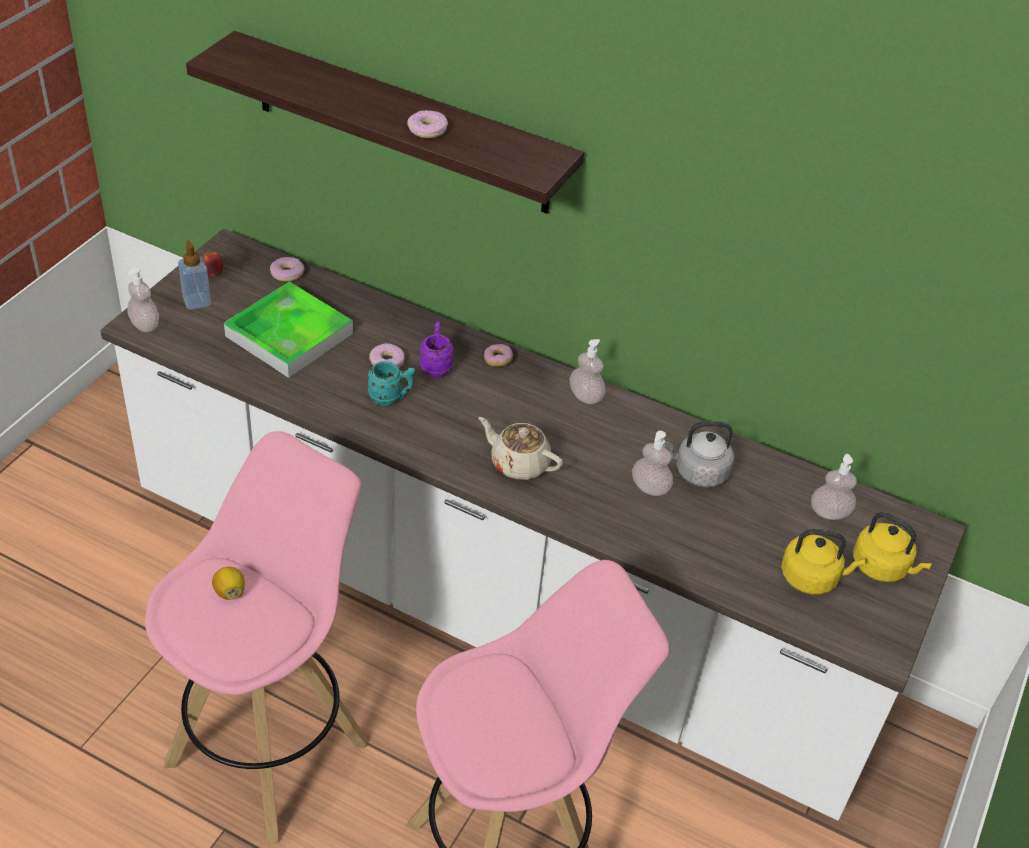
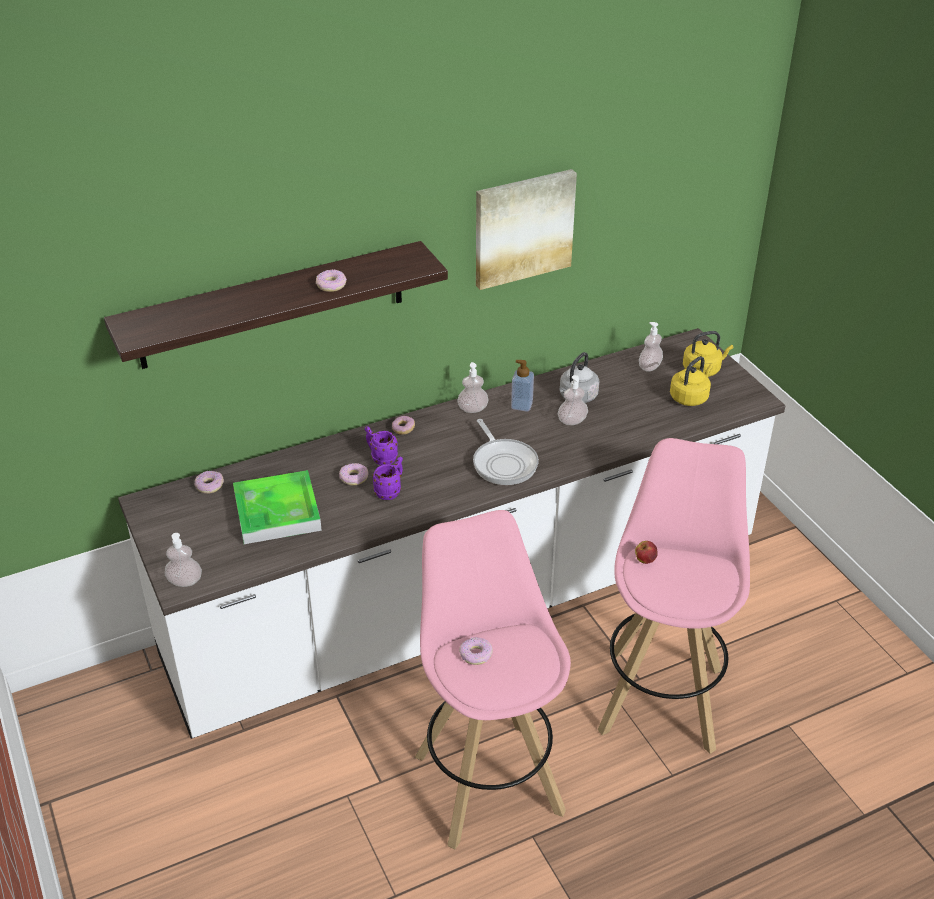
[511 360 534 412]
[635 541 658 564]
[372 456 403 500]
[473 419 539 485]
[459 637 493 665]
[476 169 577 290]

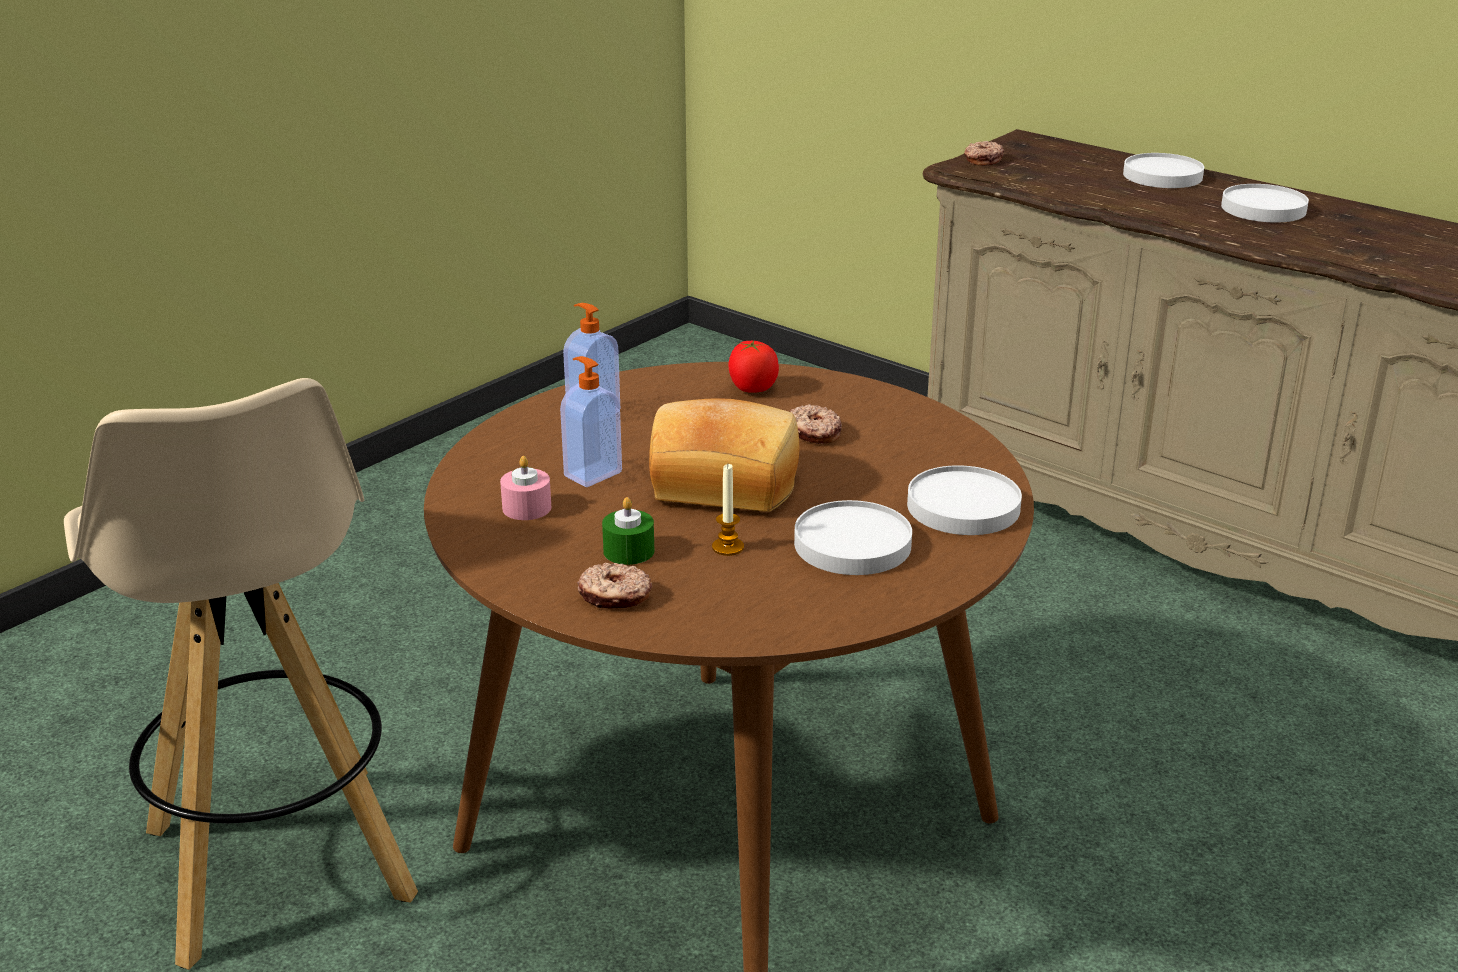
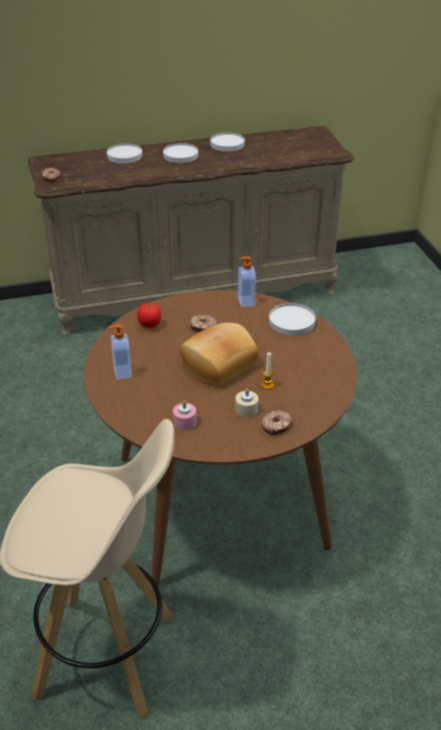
[238 256 256 307]
[235 388 259 417]
[210 133 245 152]

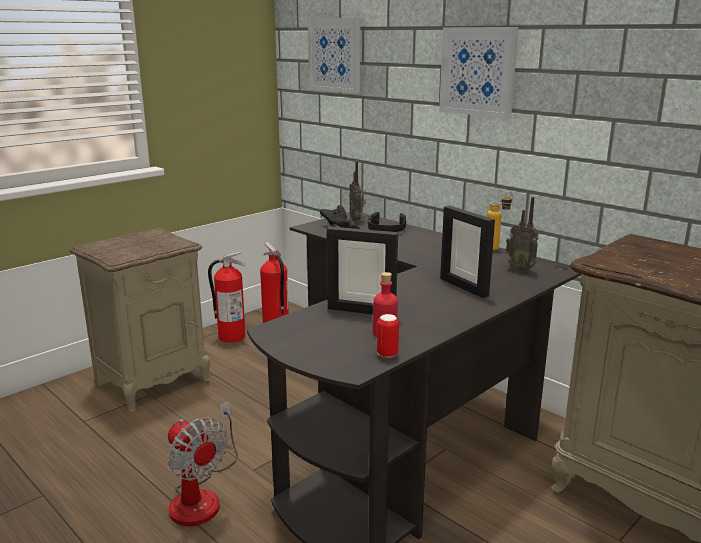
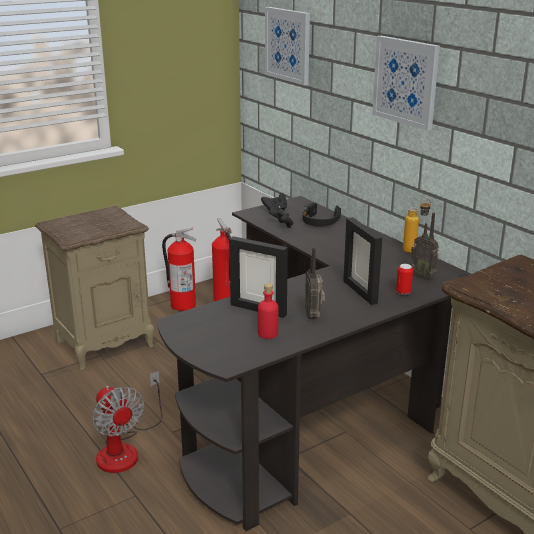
[305 247 325 319]
[396 264 413 295]

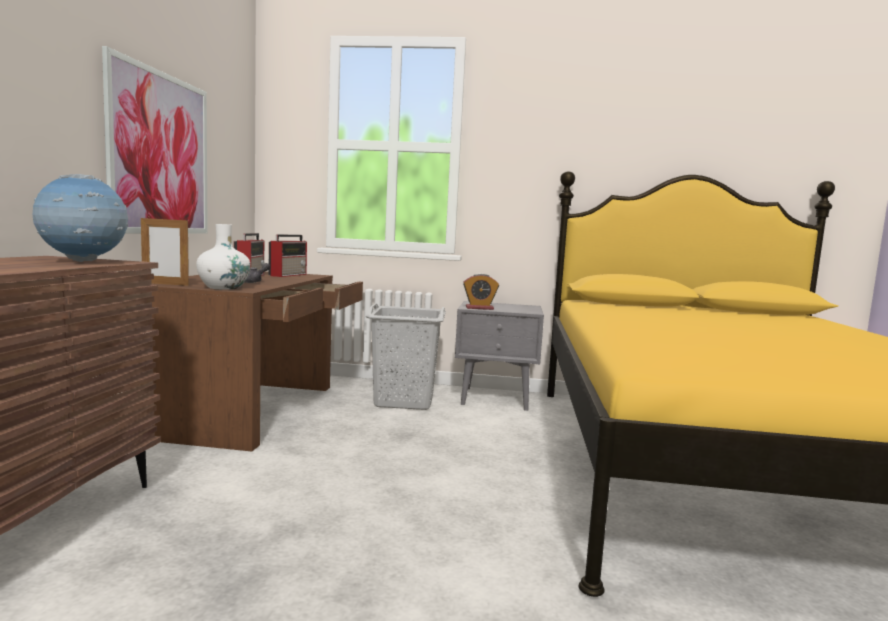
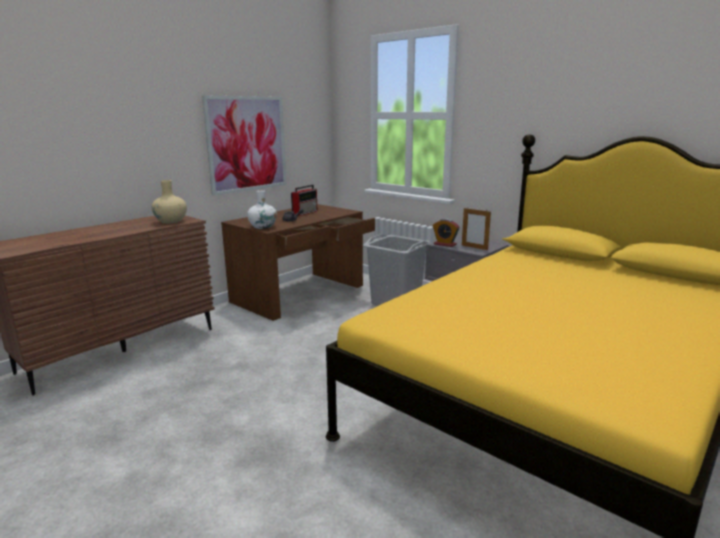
[152 180 187 224]
[462 207 491 250]
[269 234 307 277] (first image)

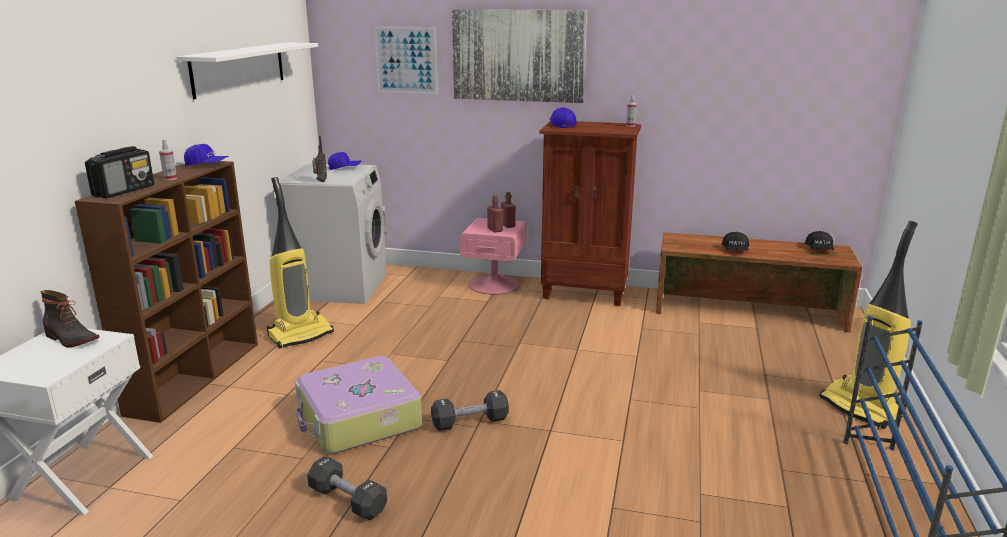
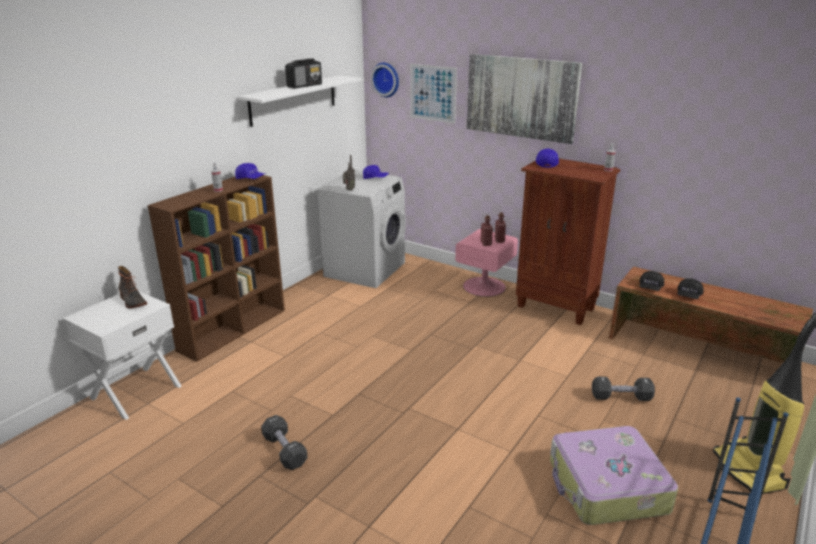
[285 58 322 89]
[267 177 334 349] (first image)
[639 271 664 291]
[550 426 678 525]
[592 376 655 401]
[371 63 399 97]

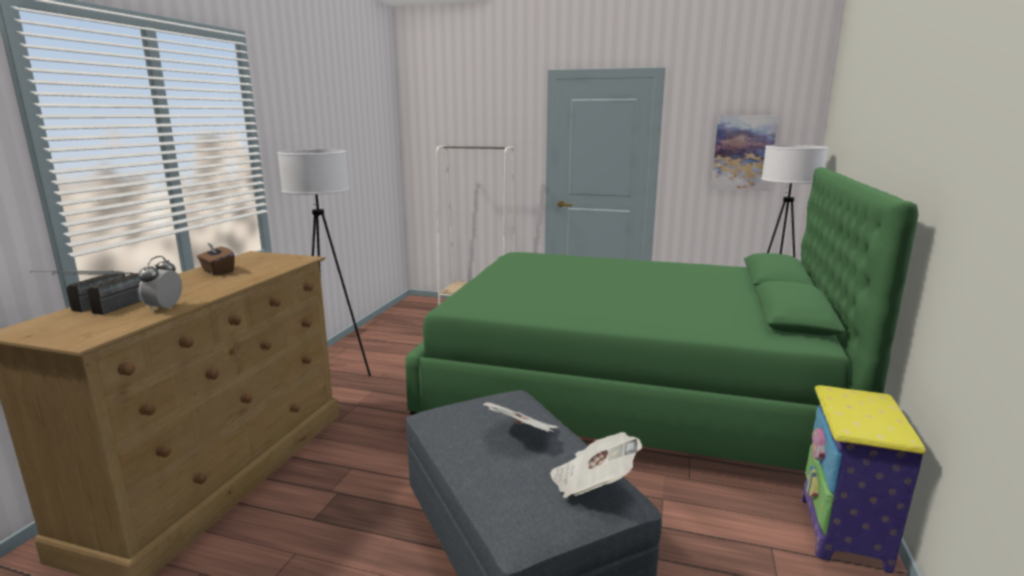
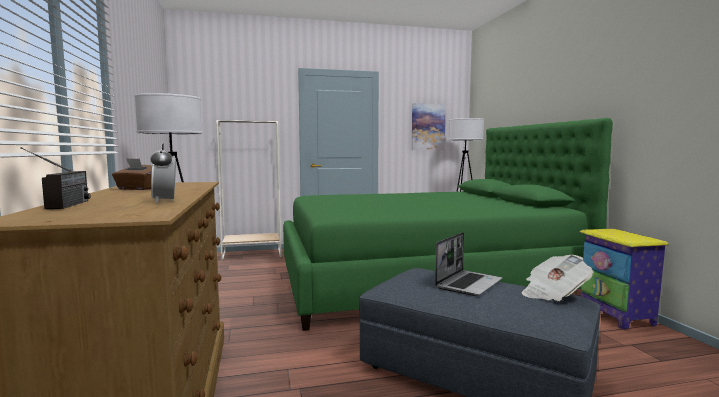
[52 272 142 315] (first image)
[435 232 502 296]

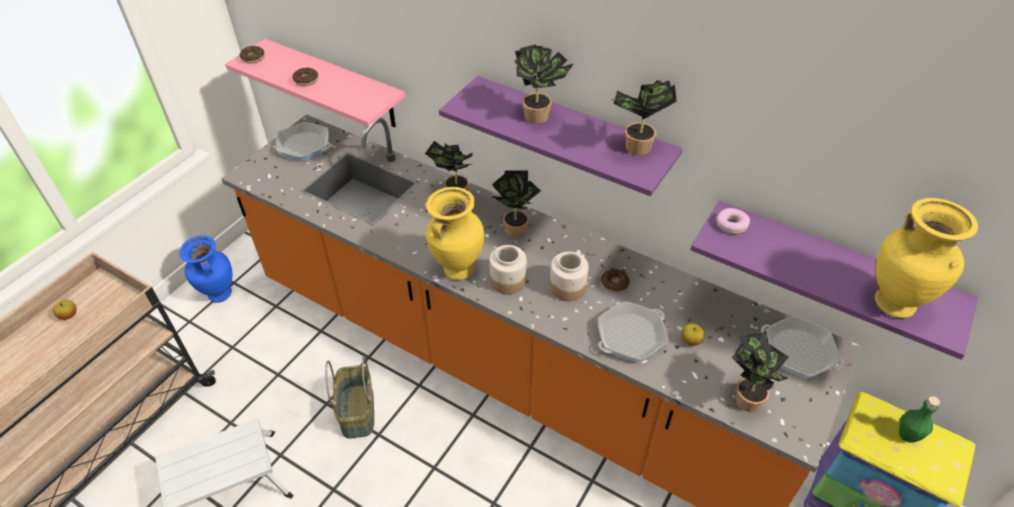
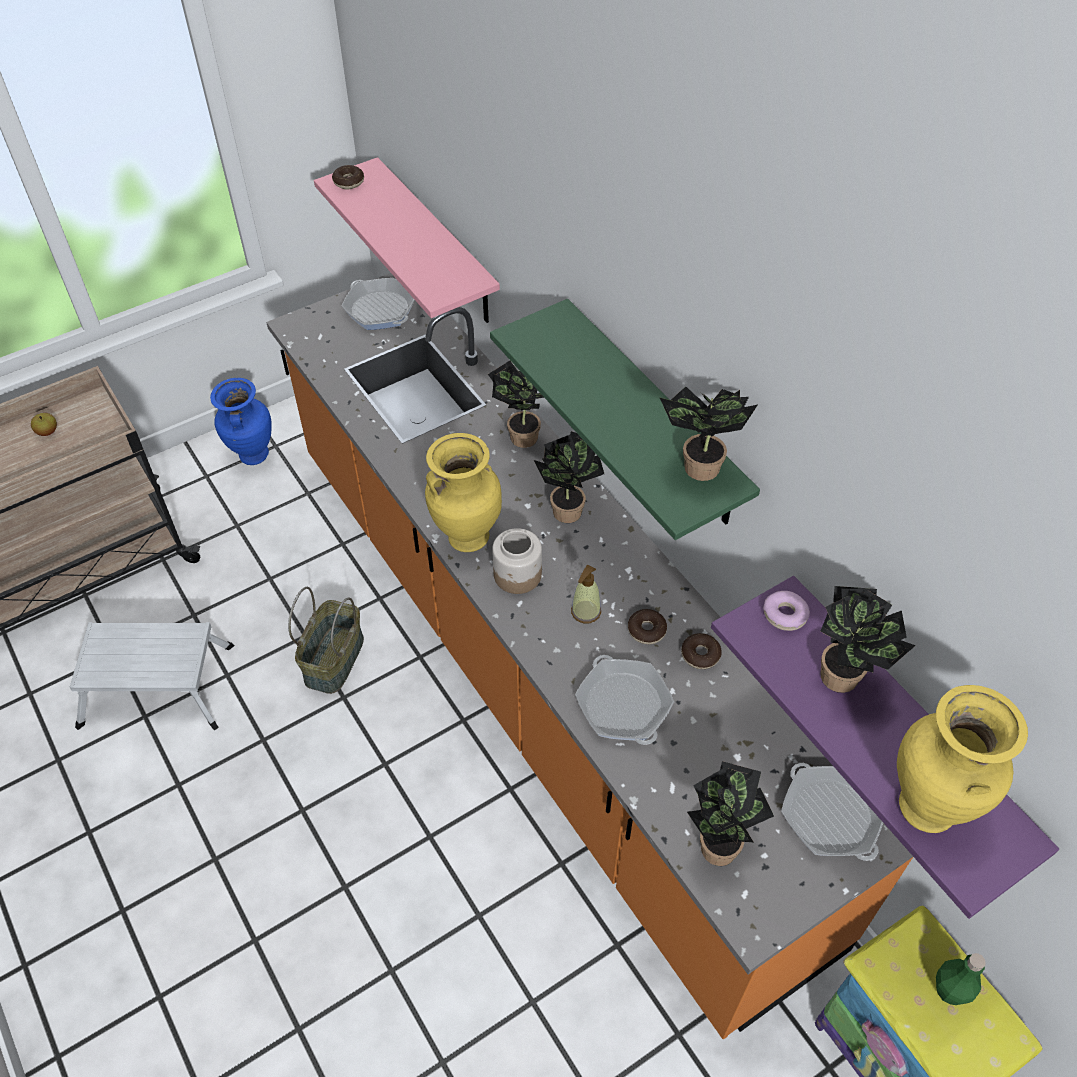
[820 586 916 693]
[681 633 722 669]
[490 299 760 540]
[571 565 601 623]
[575 655 674 745]
[681 323 705 346] (first image)

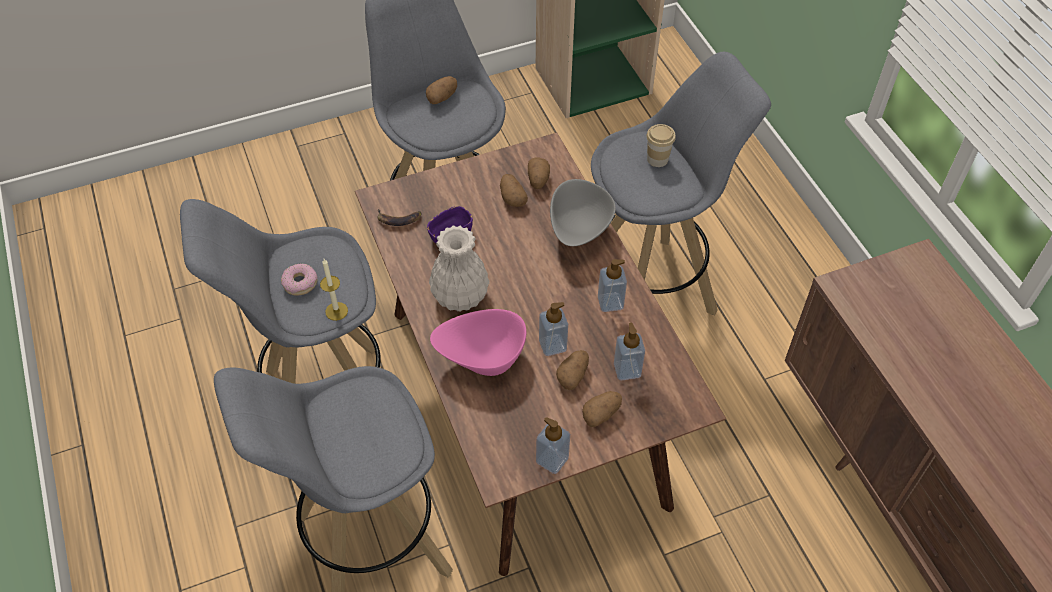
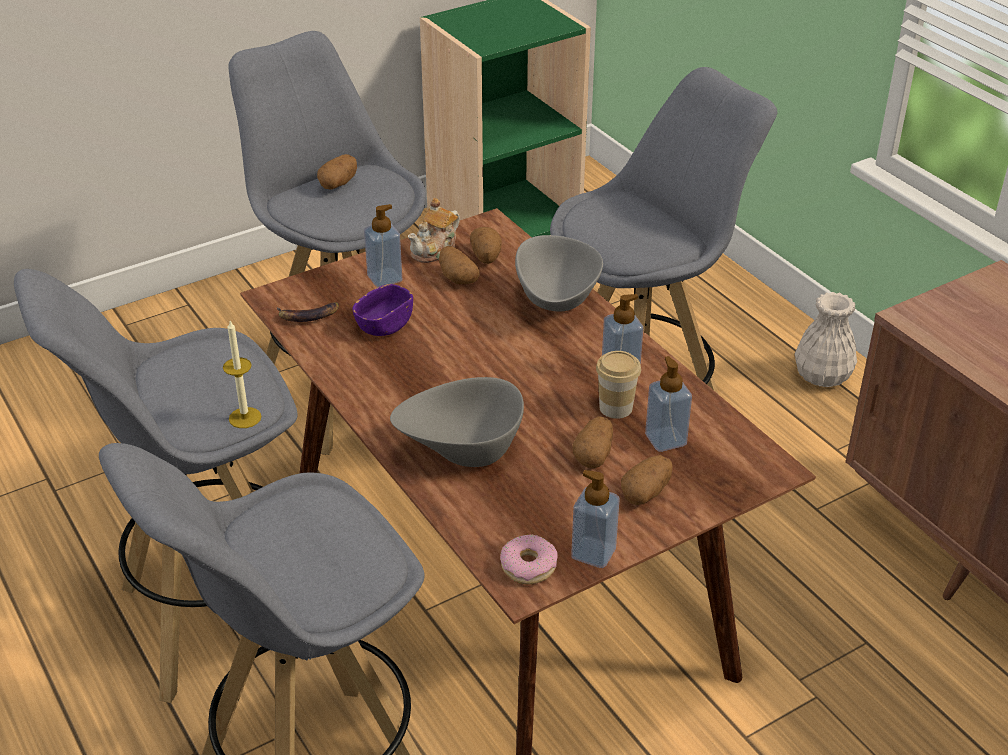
[596 351 641 419]
[795 292 857 387]
[500 535 558 584]
[364 204 402 287]
[390 377 524 467]
[408 198 460 263]

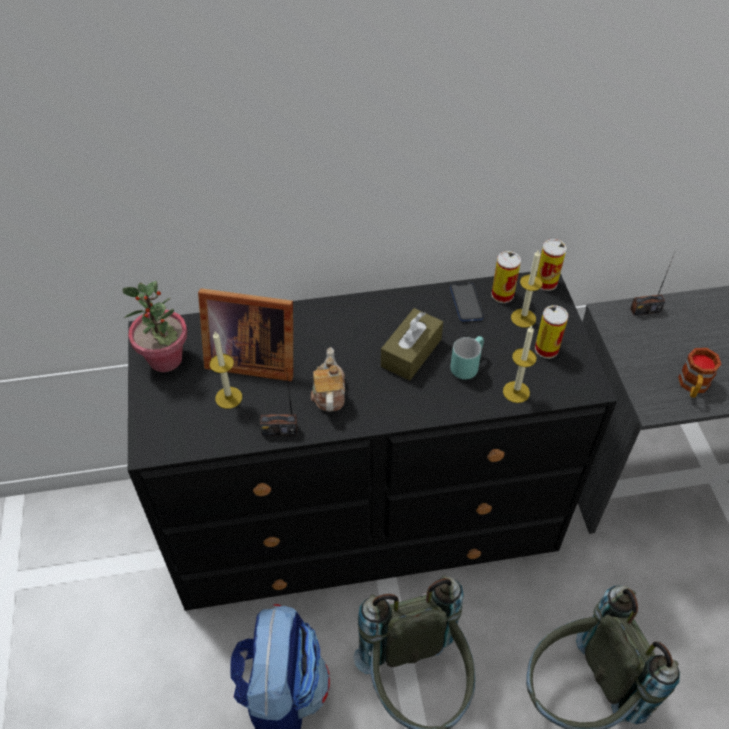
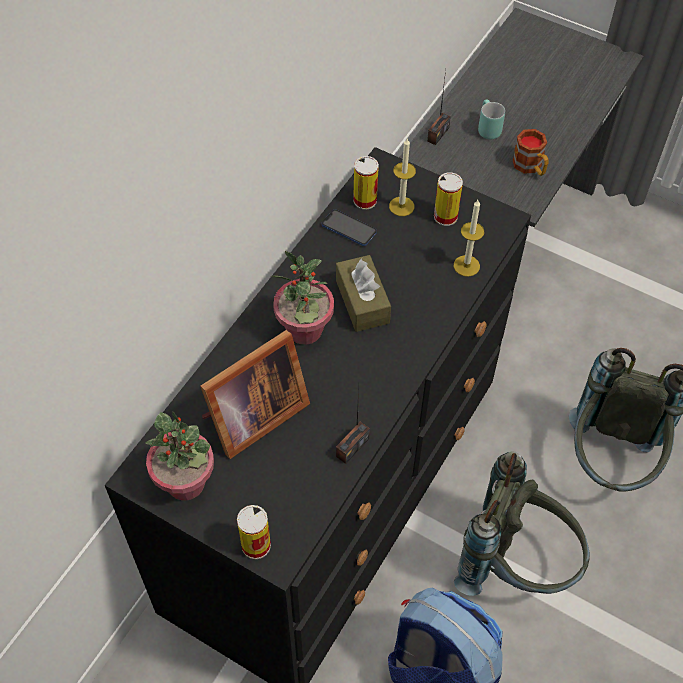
[237 505 271 559]
[210 332 242 409] (first image)
[478 99 505 139]
[311 347 345 412] (first image)
[271 251 334 345]

